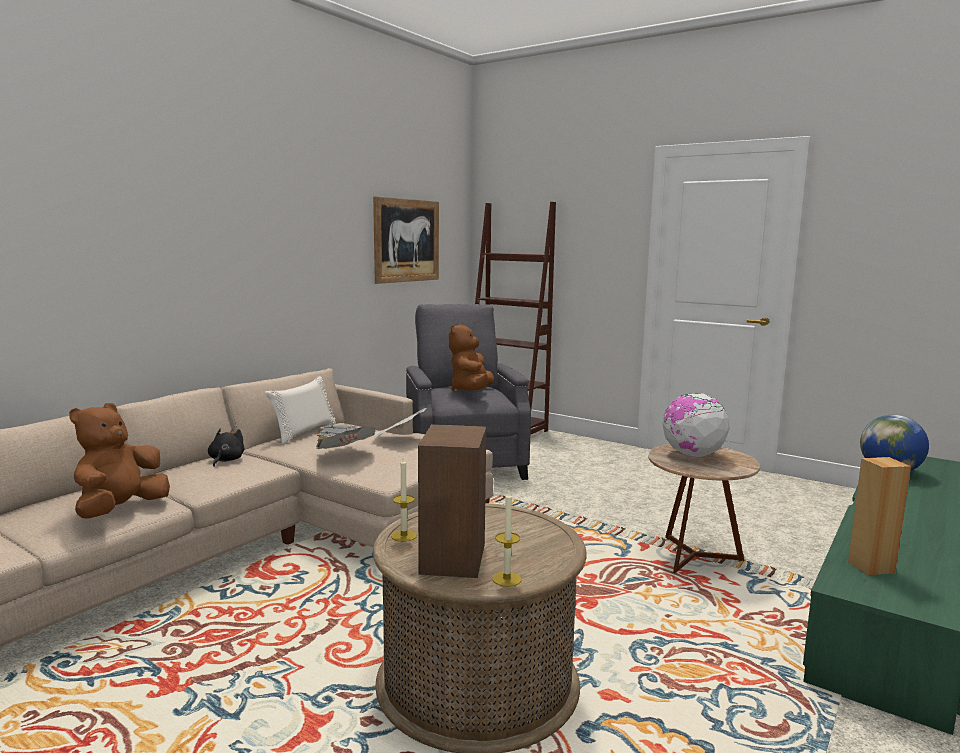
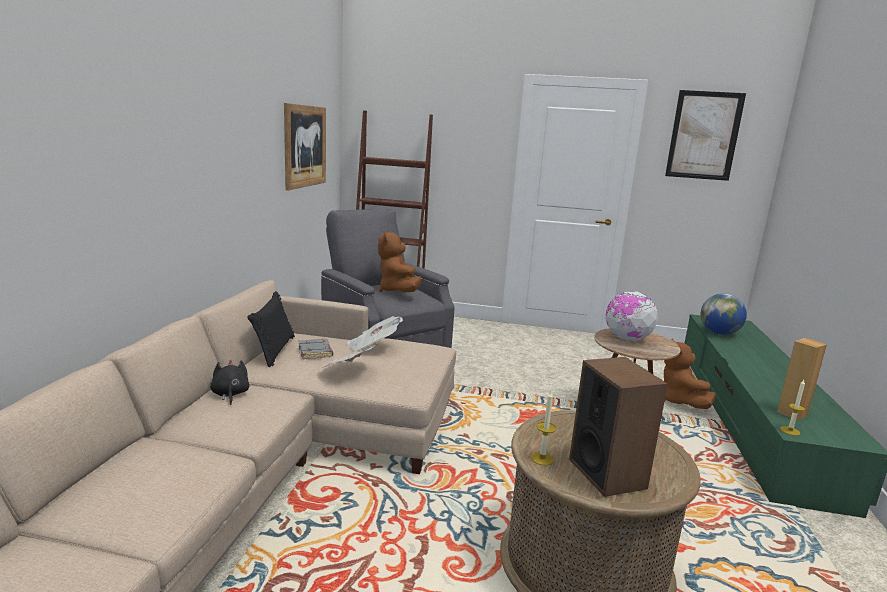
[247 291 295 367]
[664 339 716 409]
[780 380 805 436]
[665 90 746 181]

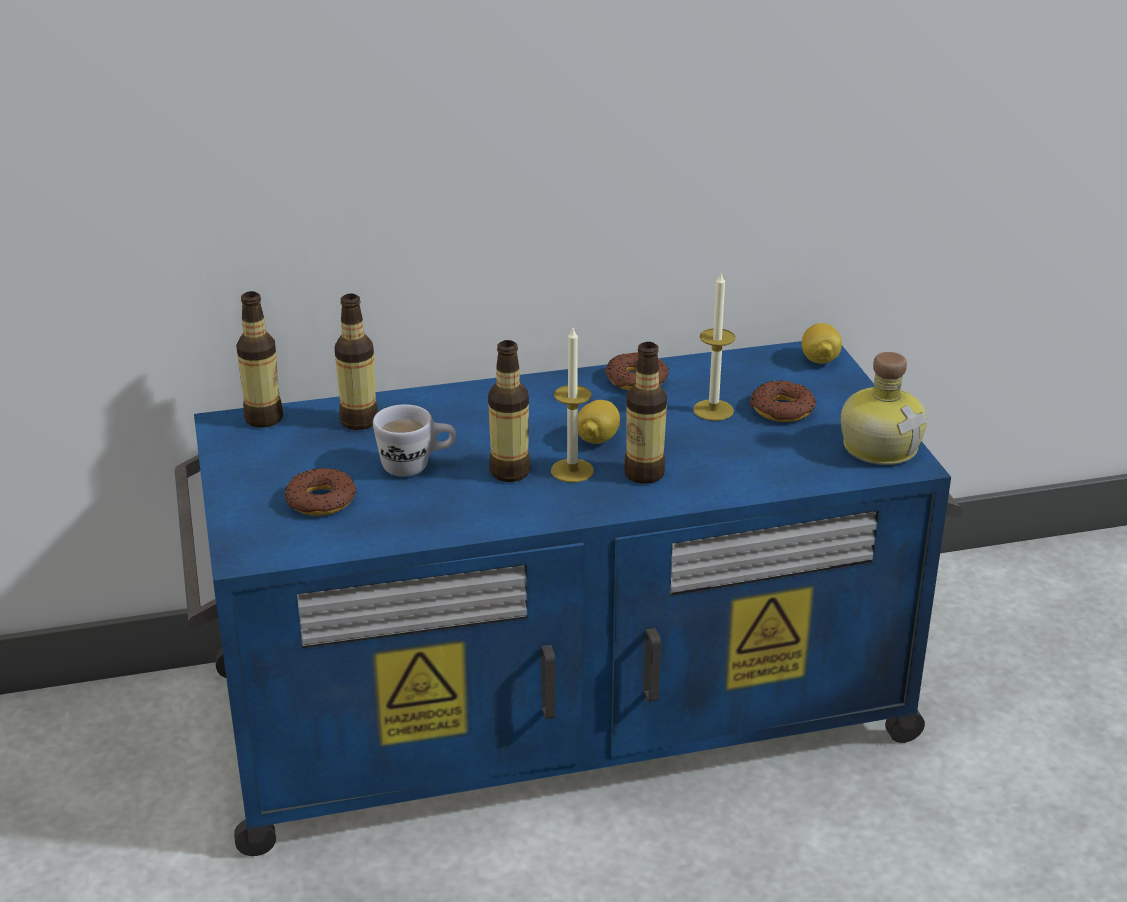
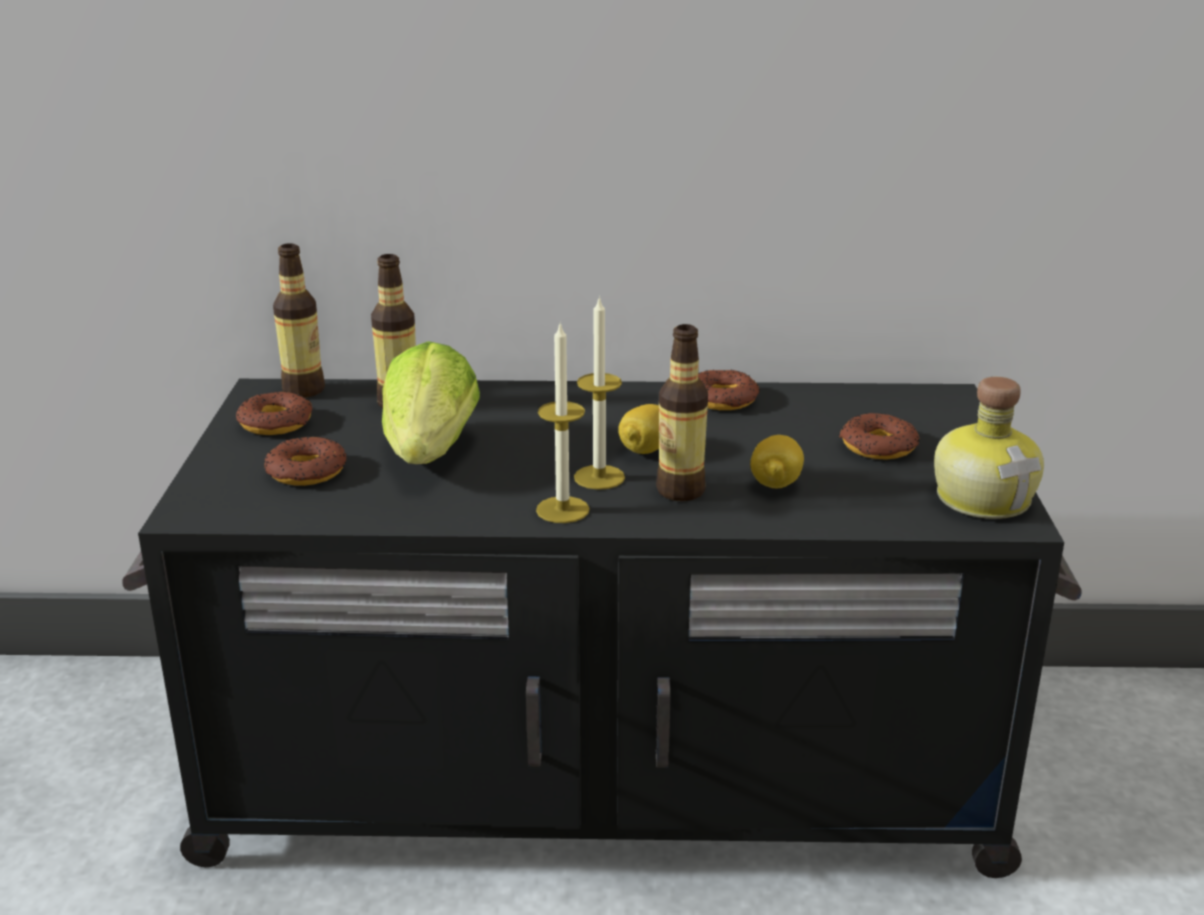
[536 321 590 523]
[750 435 804 488]
[488 340 530 482] (first image)
[122 379 1082 878]
[382 341 480 464]
[236 392 312 435]

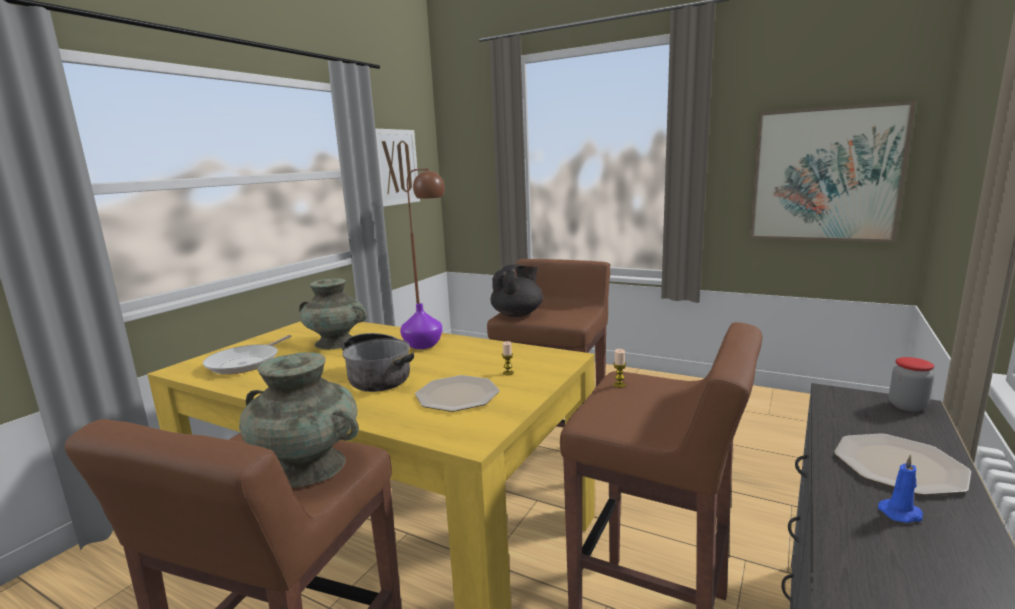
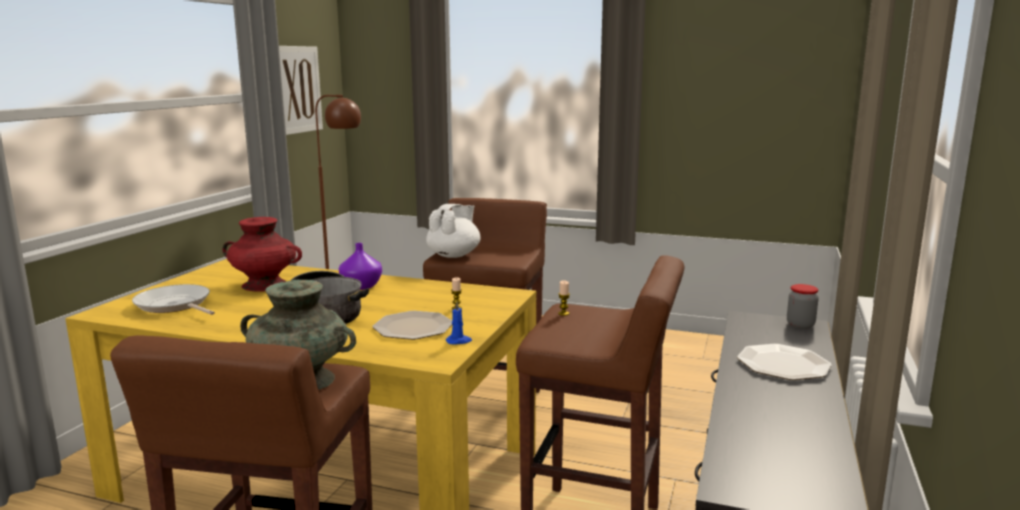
[750 101 916 242] (first image)
[426 204 481 258]
[223 217 302 292]
[132 284 215 315]
[446 302 472 345]

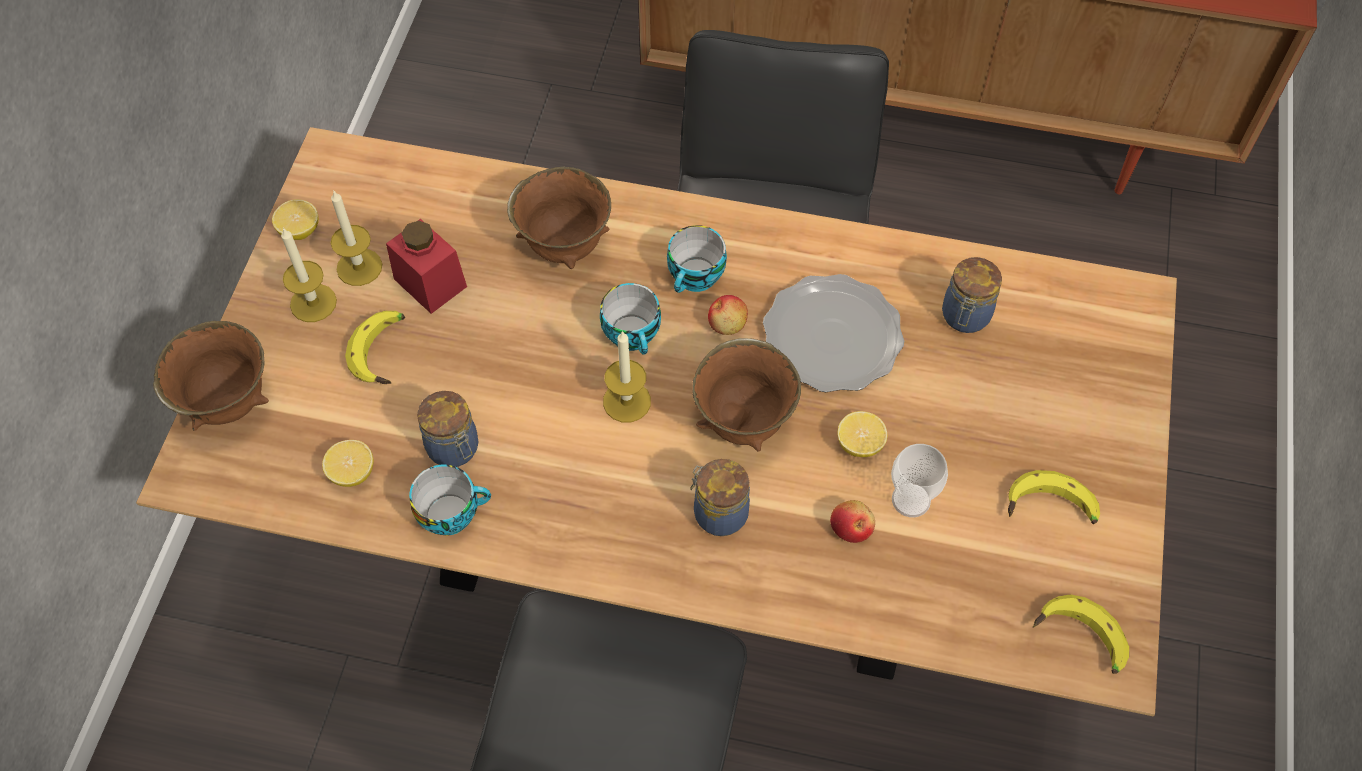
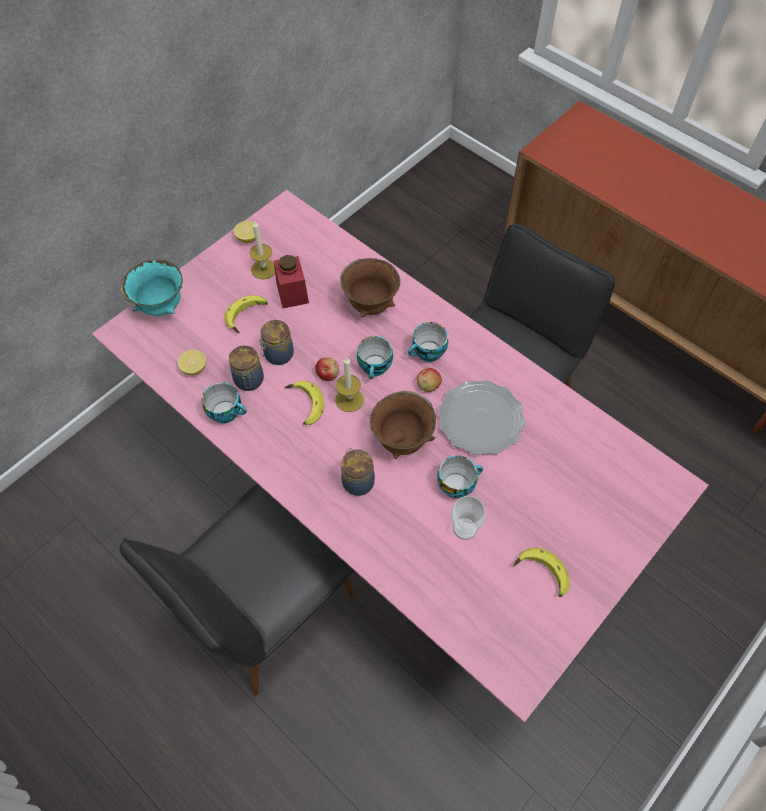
[92 190 709 723]
[281 227 337 322] (first image)
[259 320 294 365]
[121 259 183 316]
[437 456 483 498]
[316 357 339 381]
[284 381 325 425]

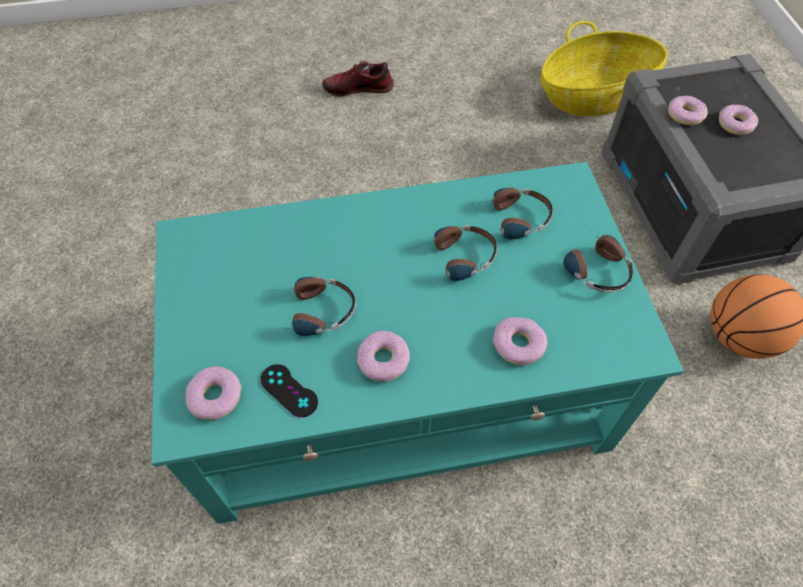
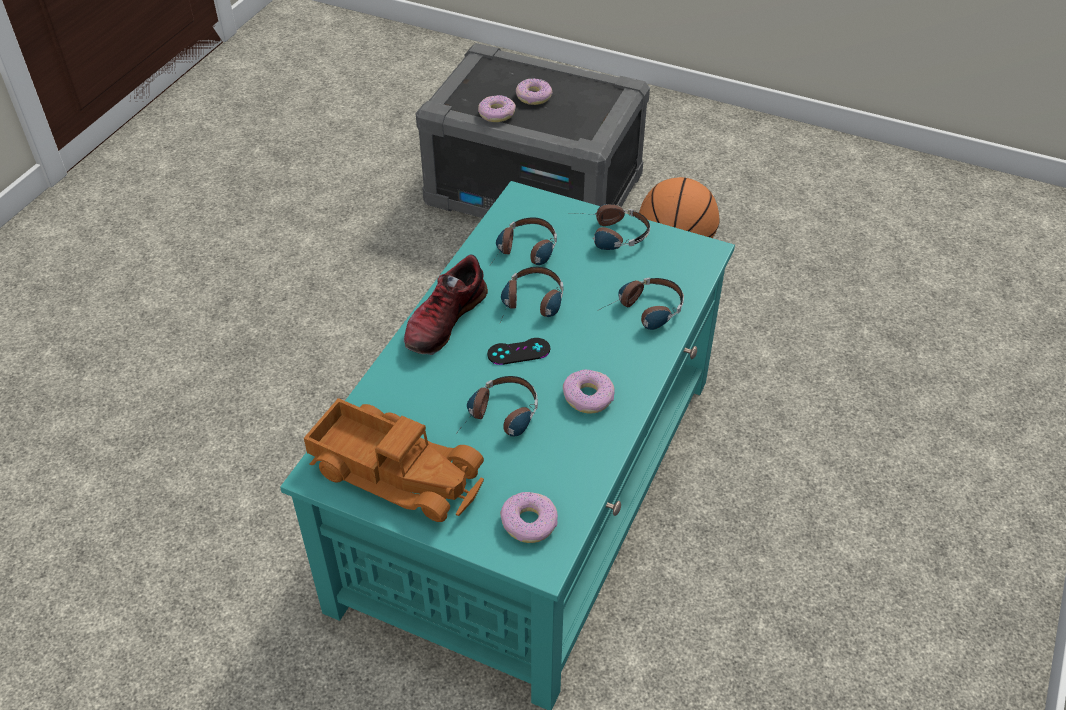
[540 21 667 116] (first image)
[404 254 488 355]
[597 277 684 330]
[487 338 550 365]
[304 398 484 522]

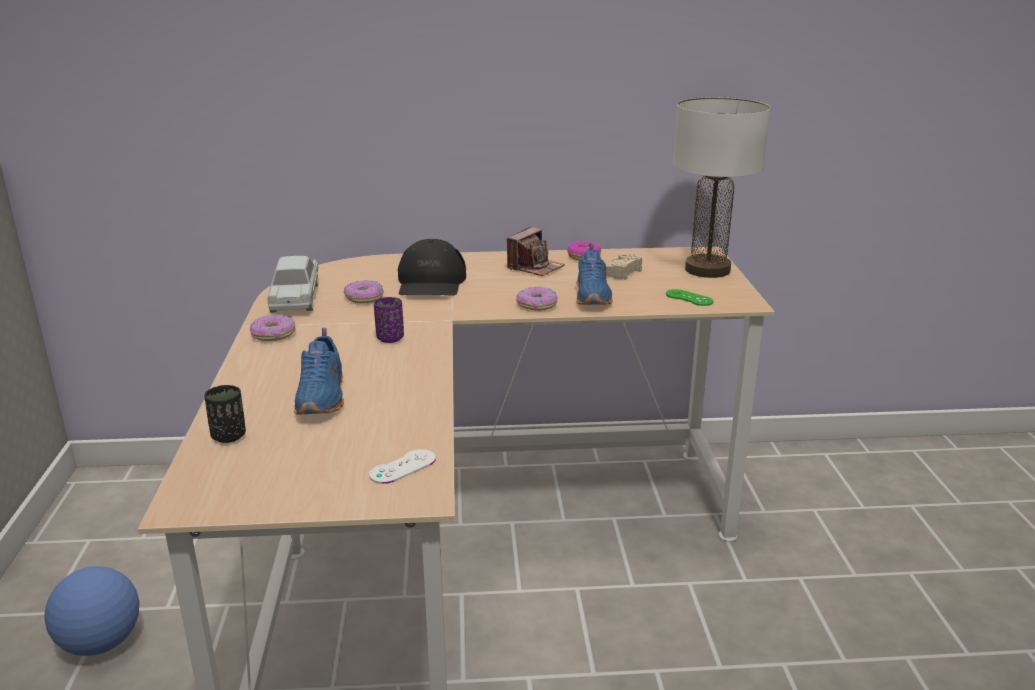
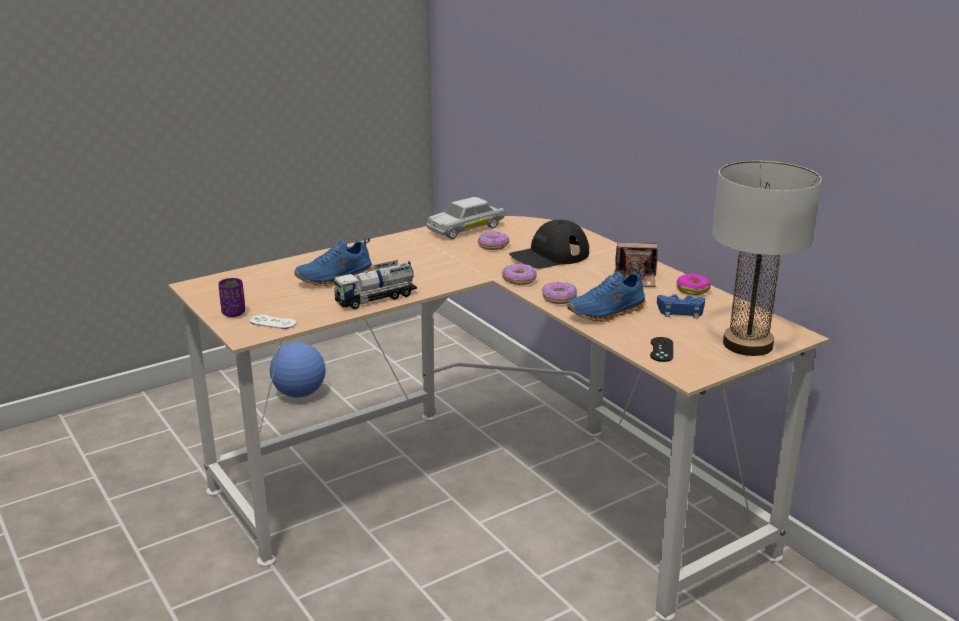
[657 294 705 319]
[650 337 673 362]
[218 278 245 317]
[502 264 537 285]
[204 385 246 443] (first image)
[333 260 417 309]

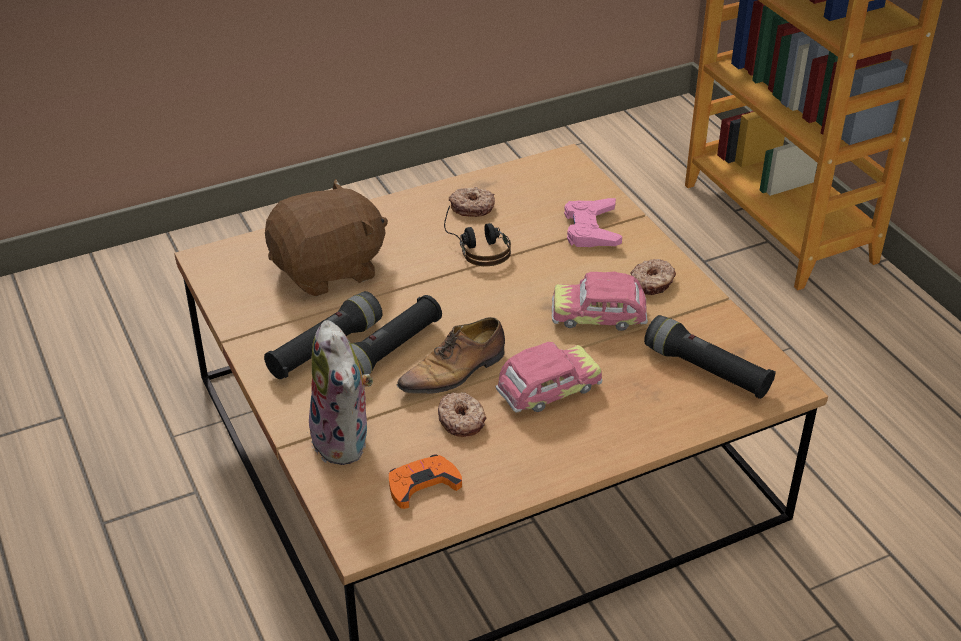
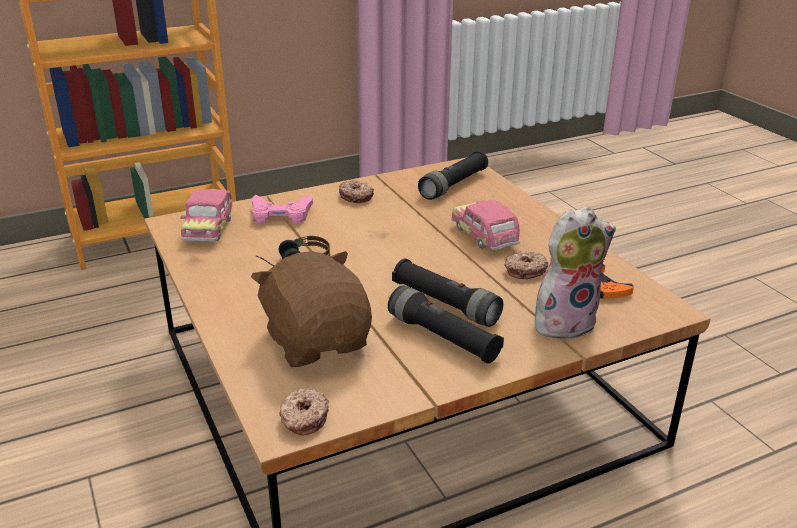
[279 388 329 435]
[180 189 232 241]
[396 317 505 394] (first image)

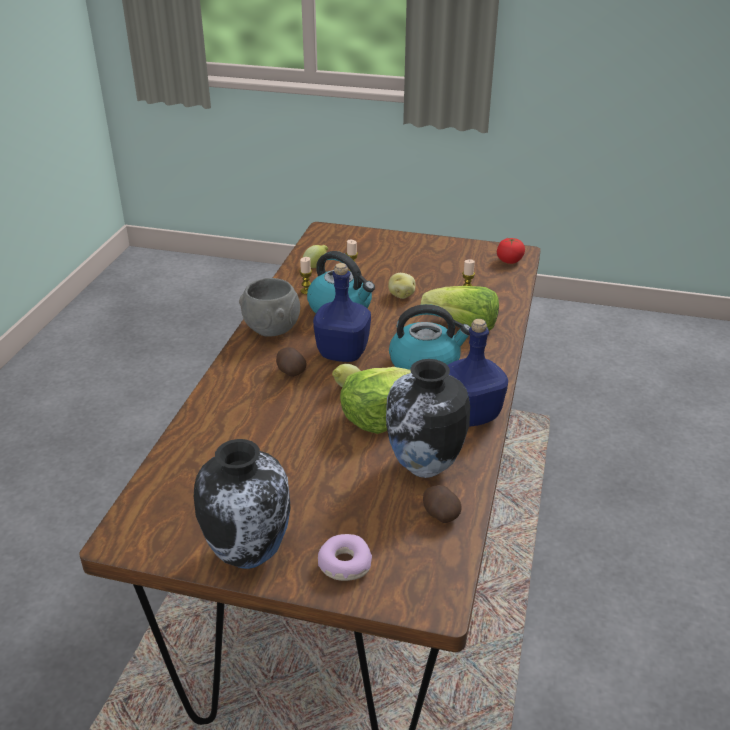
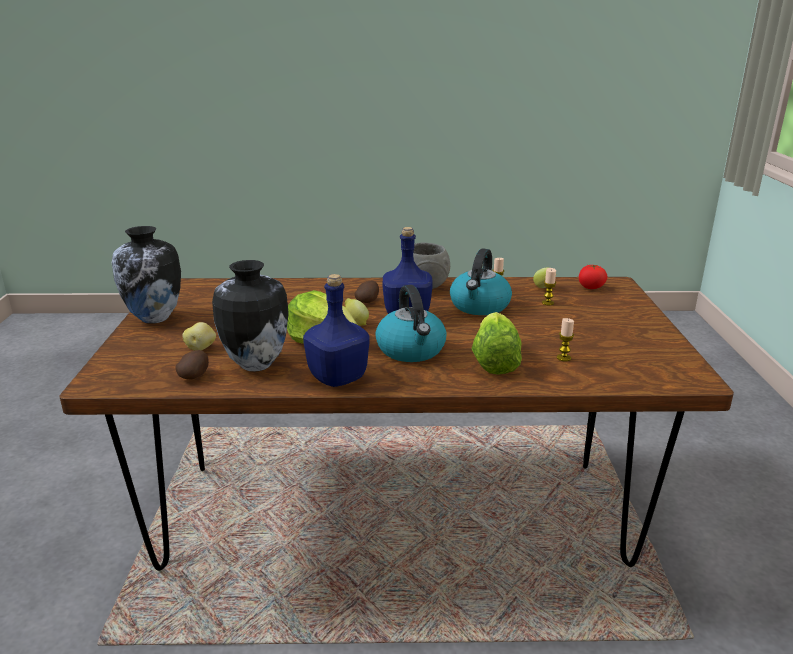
[579 265 607 289]
[182 322 216 351]
[318 534 372 581] (first image)

